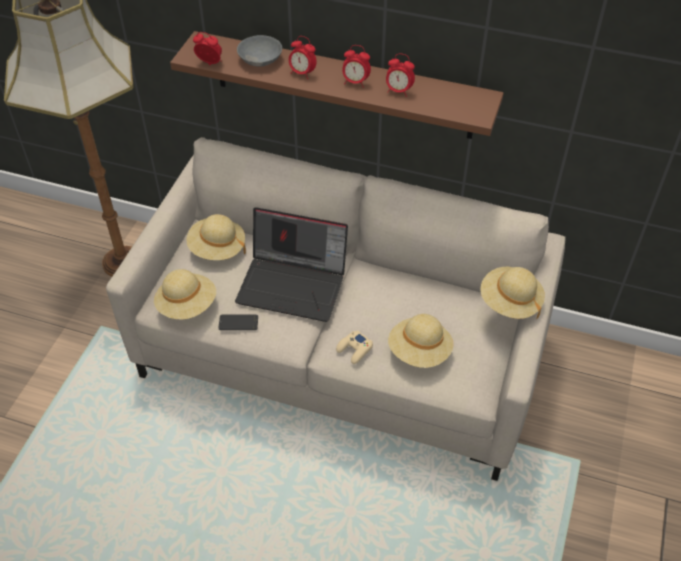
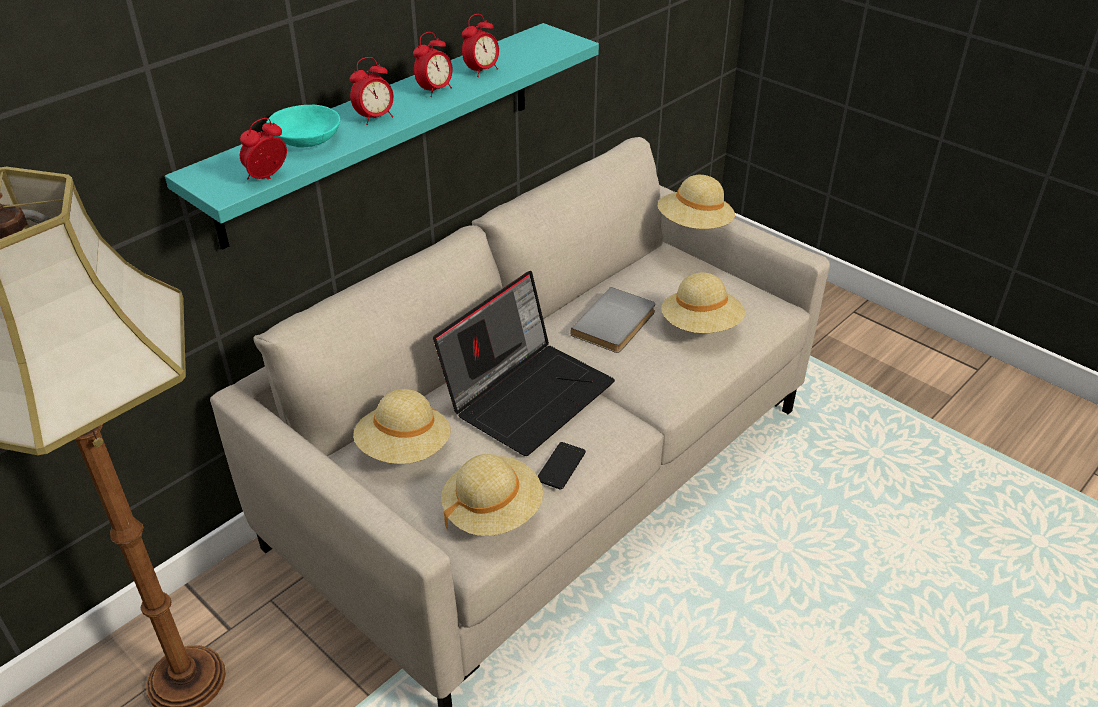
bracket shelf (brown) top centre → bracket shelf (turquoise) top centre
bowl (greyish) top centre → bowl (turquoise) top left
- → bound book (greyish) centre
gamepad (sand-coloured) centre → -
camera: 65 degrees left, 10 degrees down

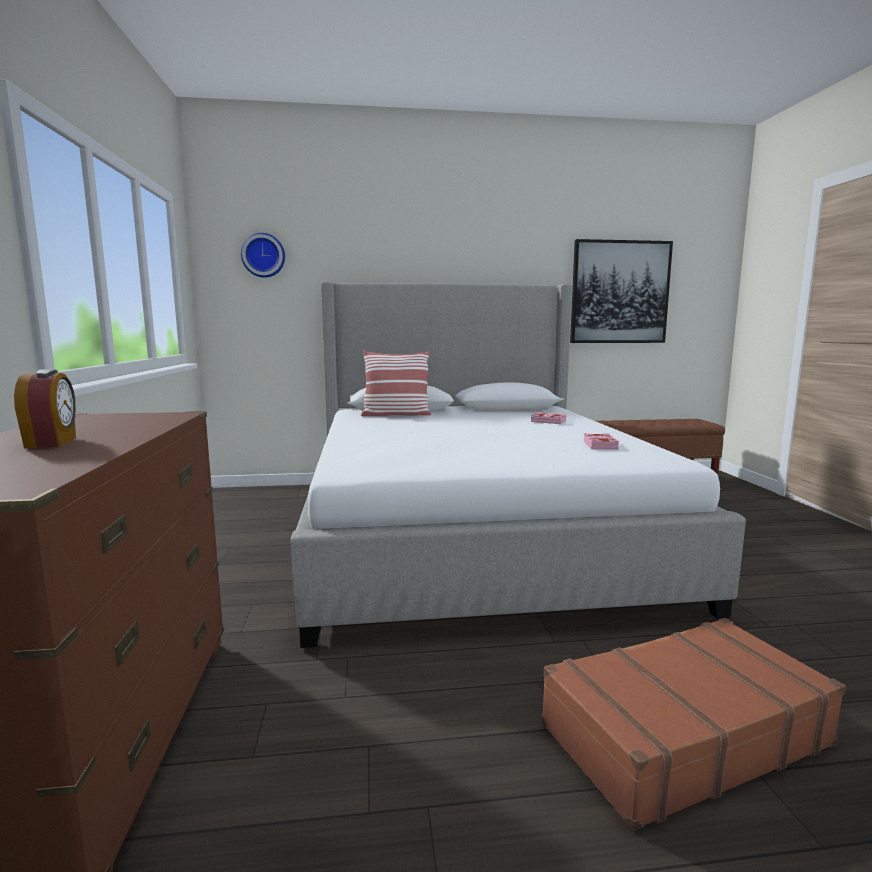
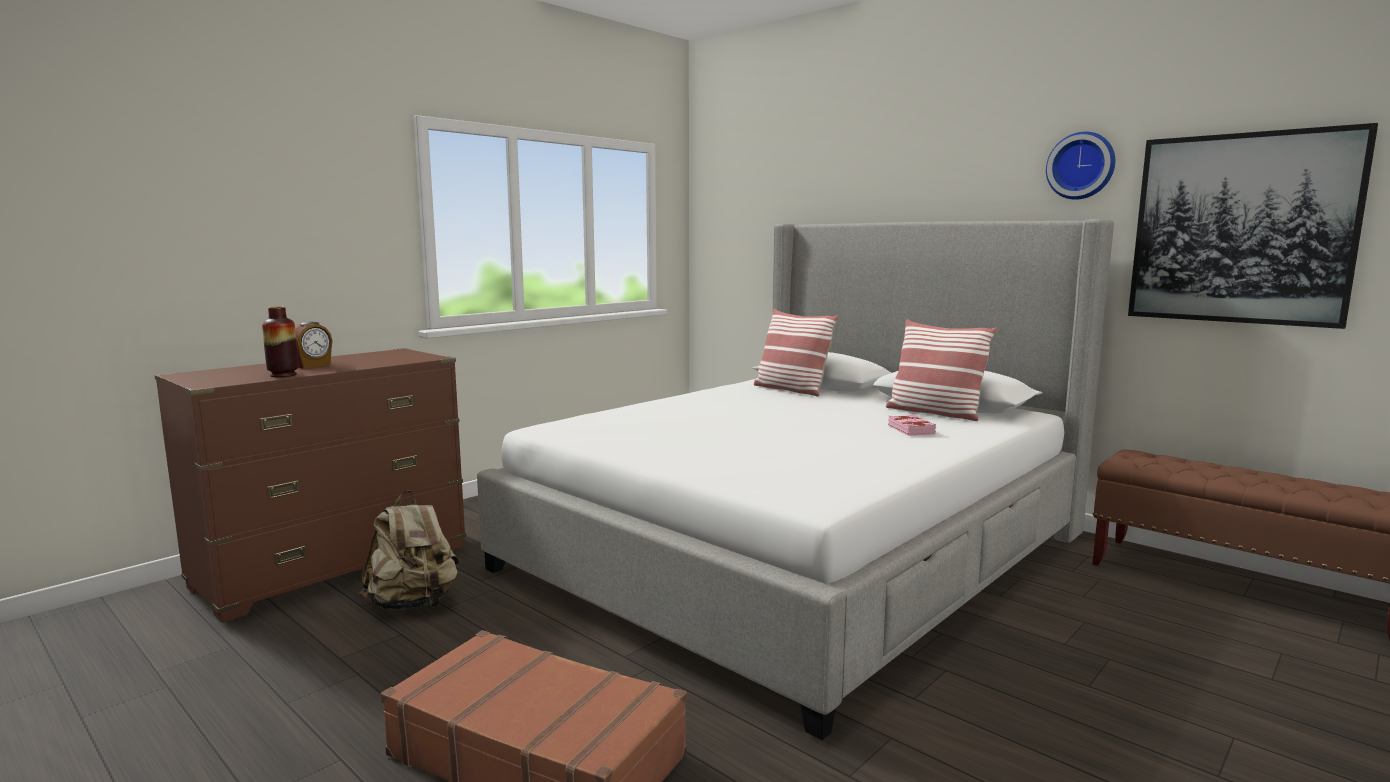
- → vase middle left
- → backpack (sand-coloured) bottom left
- → pillow (no. 2 from left) middle right
wall clock top left → wall clock top right, shifted
bound book (pink) (no. 2 from left) middle right → -
camera: 50 degrees right, 0 degrees up

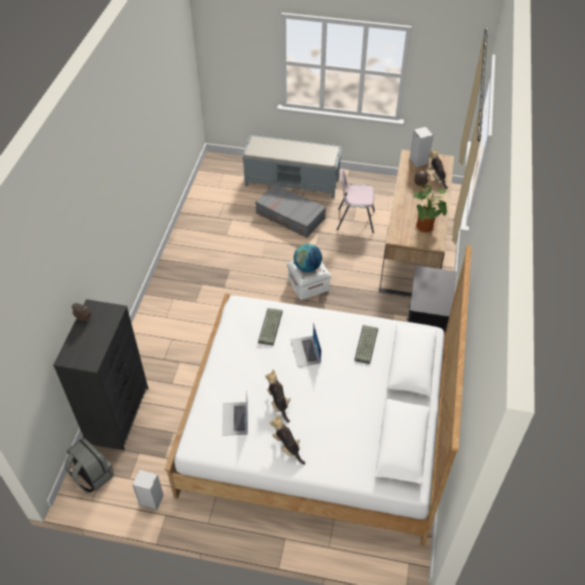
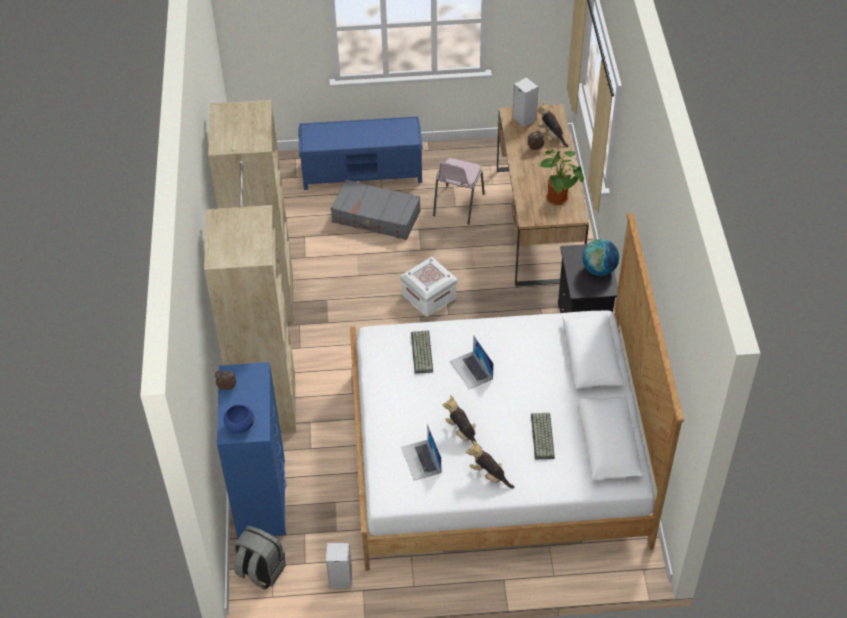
- → armoire (sand-coloured) middle left
drawer chest (black-coloured) middle left → drawer chest (blue-coloured) bottom left
- → bowl (blue-coloured) bottom left
bench (greyish) top centre → bench (blue-coloured) top centre
chair (pink) centre → chair (pink) top centre, 60 degrees counterclockwise
keyboard (no. 2 from left) centre → keyboard (no. 2 from left) bottom centre, shifted
world globe centre → world globe middle right, shifted
camera: 15 degrees left, 0 degrees up

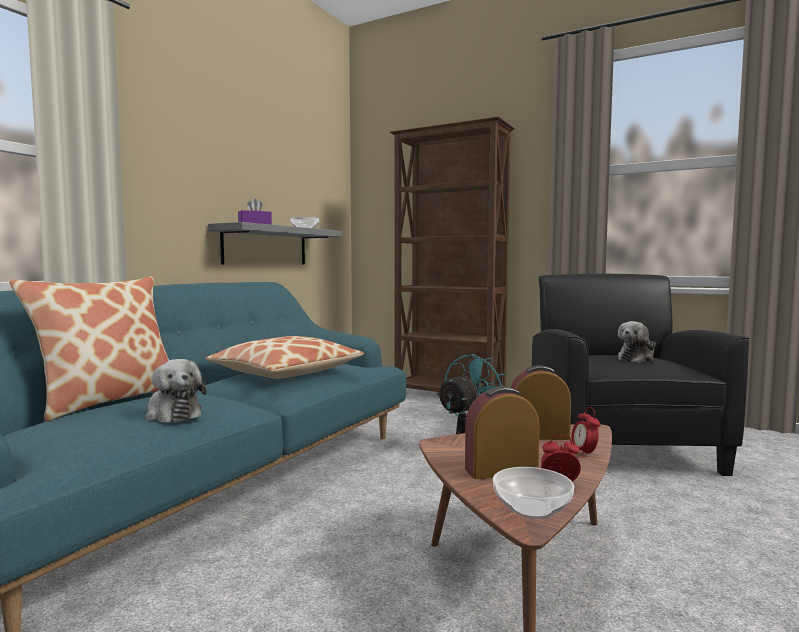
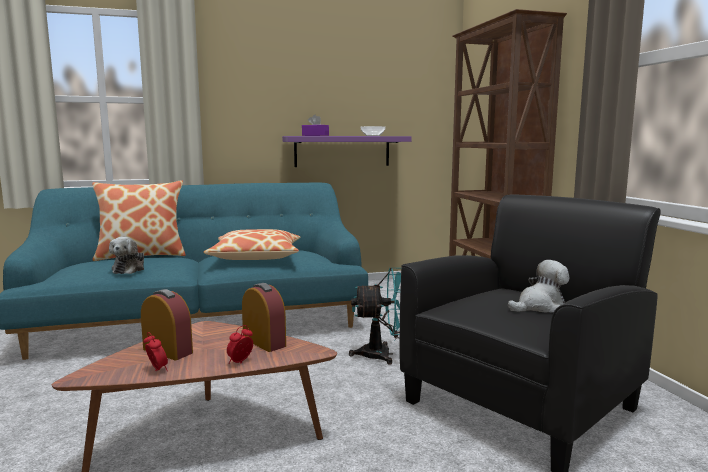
bracket shelf (greyish) centre → bracket shelf (purple-coloured) top centre
soft toy (no. 2 from left) middle right, 150 degrees clockwise
bowl (no. 2 from left) bottom right → -
camera: 45 degrees right, 5 degrees up

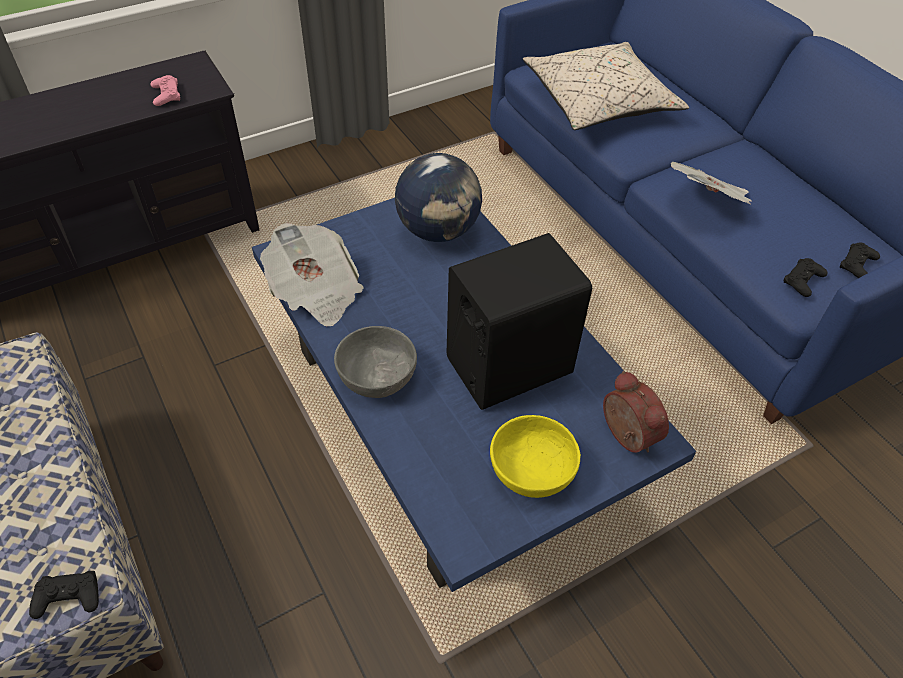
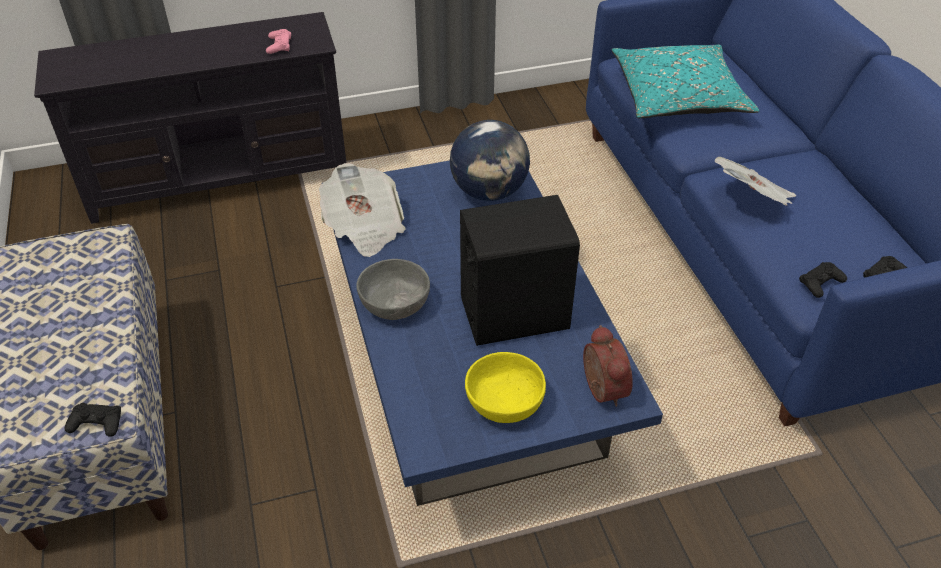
pillow (sand-coloured) top right → pillow (turquoise) top right
camera: 15 degrees right, 5 degrees down

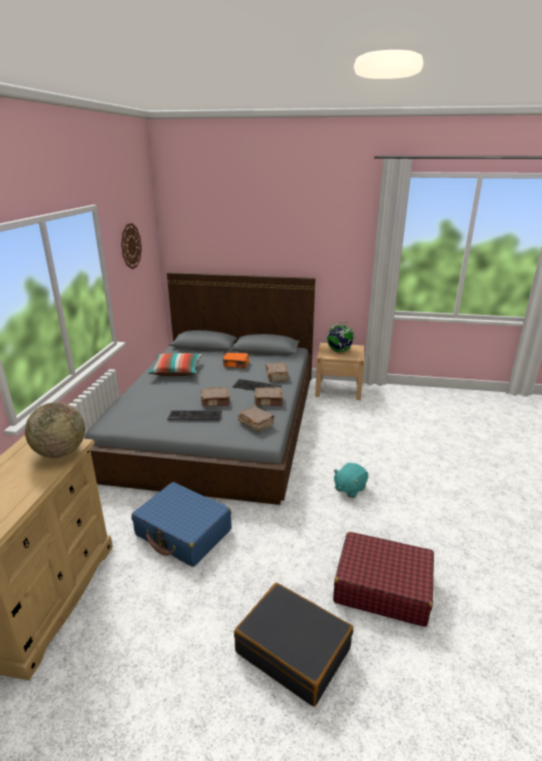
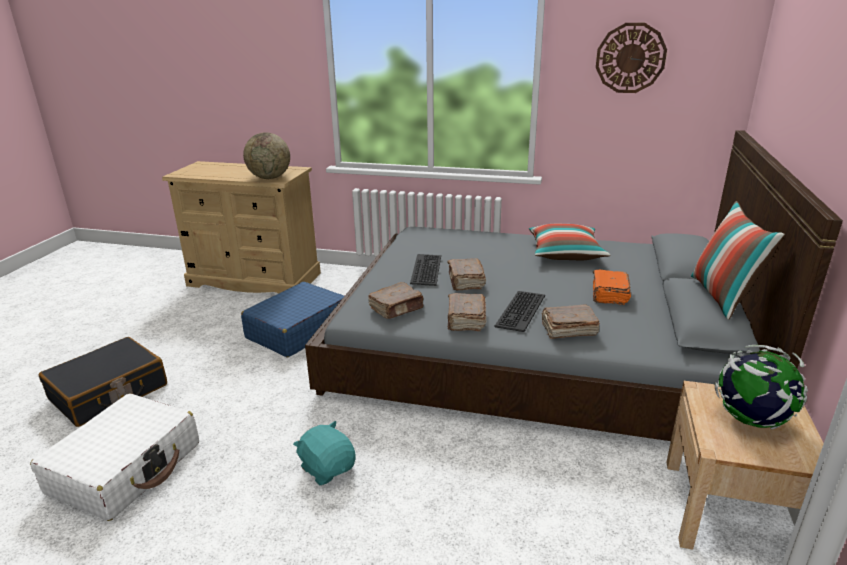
suitcase (reddish) bottom right → suitcase (whitish) bottom left
- → pillow (no. 2 from left) middle right
camera: 95 degrees right, 0 degrees up

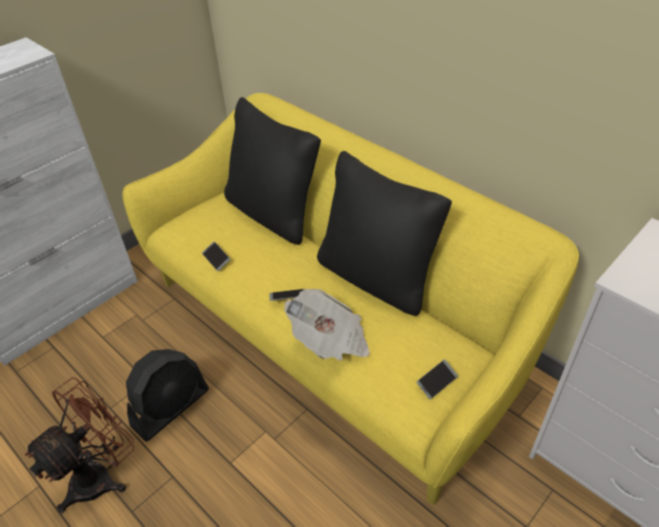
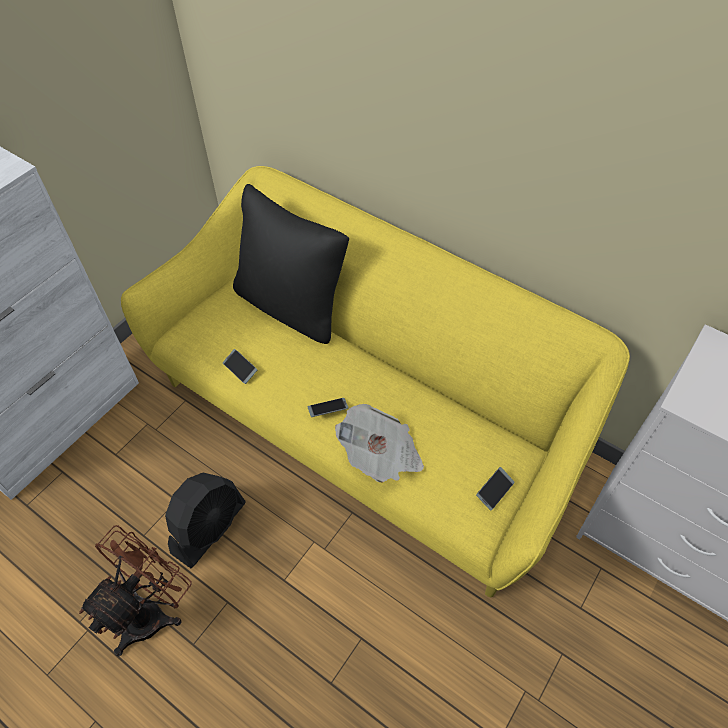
pillow (black-coloured) (no. 2 from left) centre → -
camera: 10 degrees left, 10 degrees up

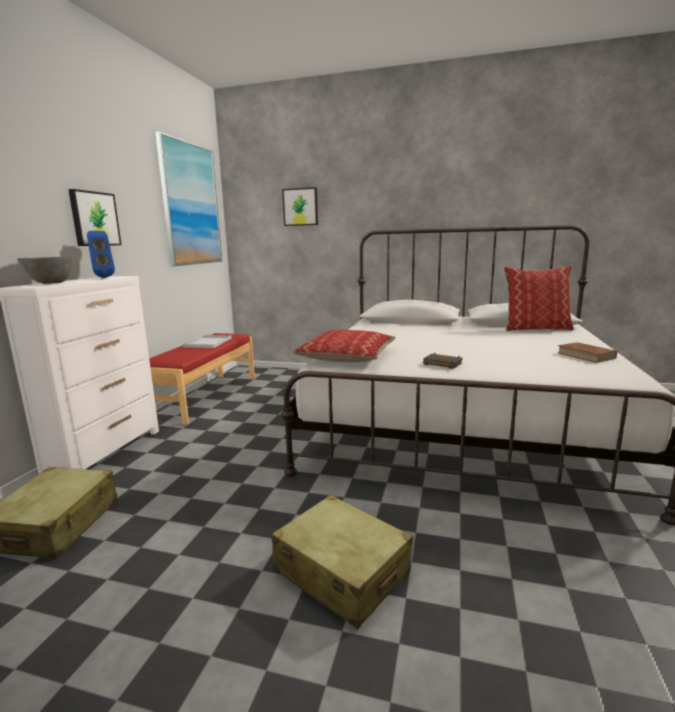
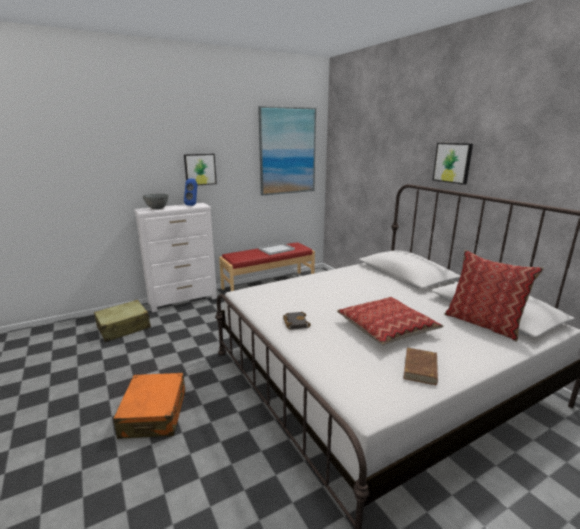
suitcase (sand-coloured) (no. 2 from left) bottom centre → suitcase (orange-coloured) bottom left
pillow (no. 1 from left) centre → pillow (no. 1 from left) middle right, shifted
wall picture (no. 3 from left) top centre → wall picture (no. 3 from left) top right, shifted
camera: 45 degrees right, 5 degrees up

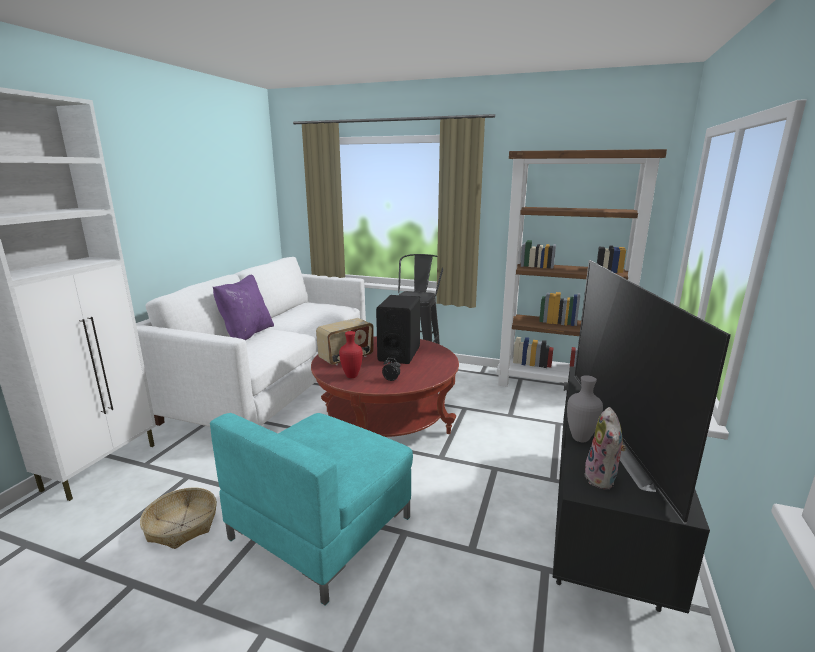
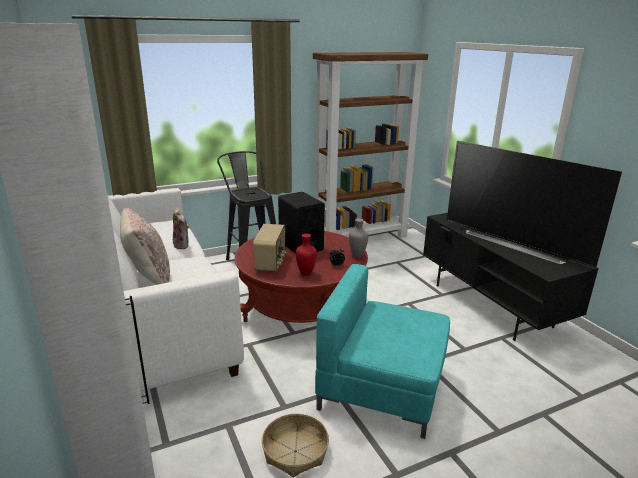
pillow (purple-coloured) middle left → pillow (sand-coloured) middle left
soft toy bottom right → soft toy middle left, shifted
easy chair (turquoise) bottom centre, 120 degrees clockwise
vase (greyish) middle right → vase (greyish) centre, shifted
camera: 45 degrees left, 5 degrees up

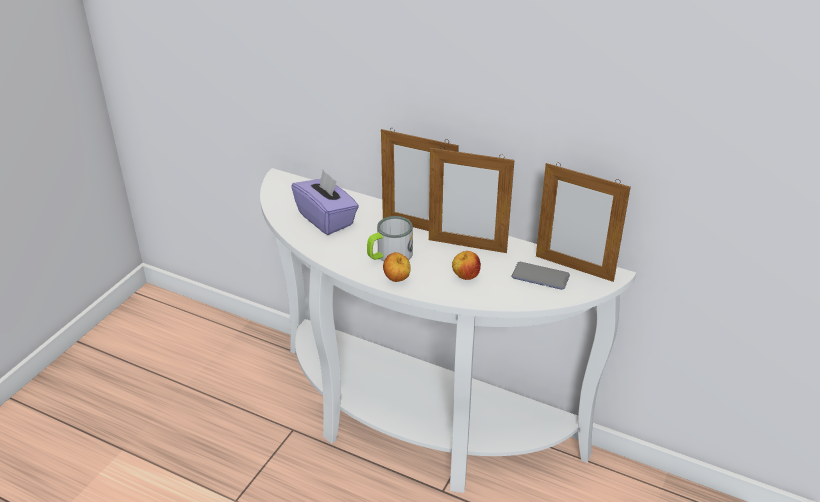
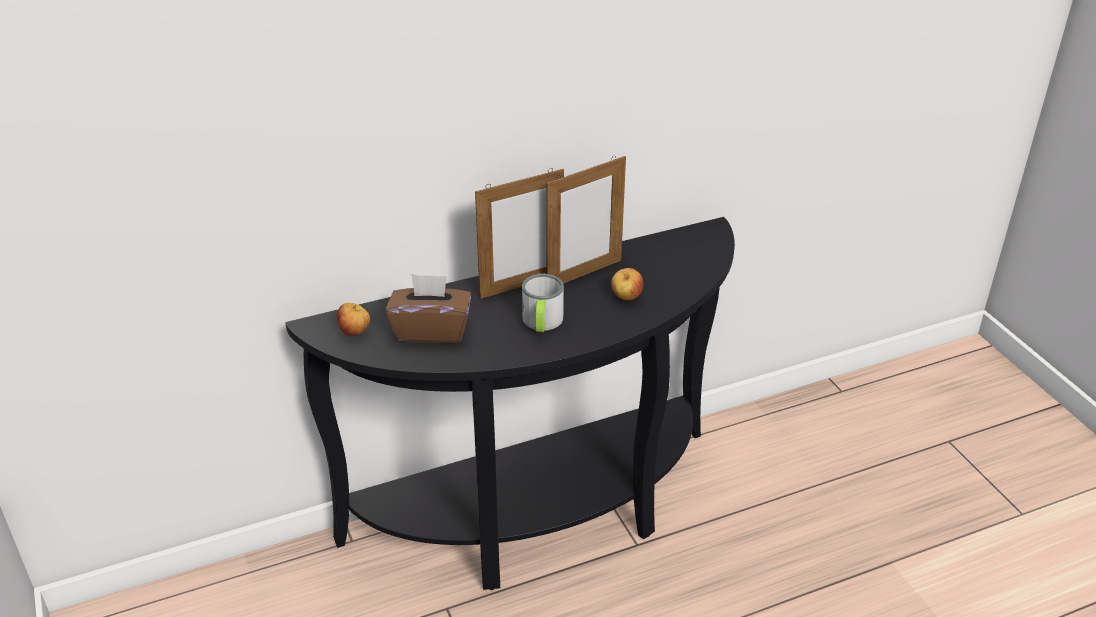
console table (whitish) centre → console table (black-coloured) centre
apple (no. 1 from left) centre → apple (no. 1 from left) middle left, shifted
tissue box (purple-coloured) centre → tissue box (brown) centre
phone centre → -
photo frame (no. 3 from left) middle right → -
camera: 50 degrees left, 0 degrees up

